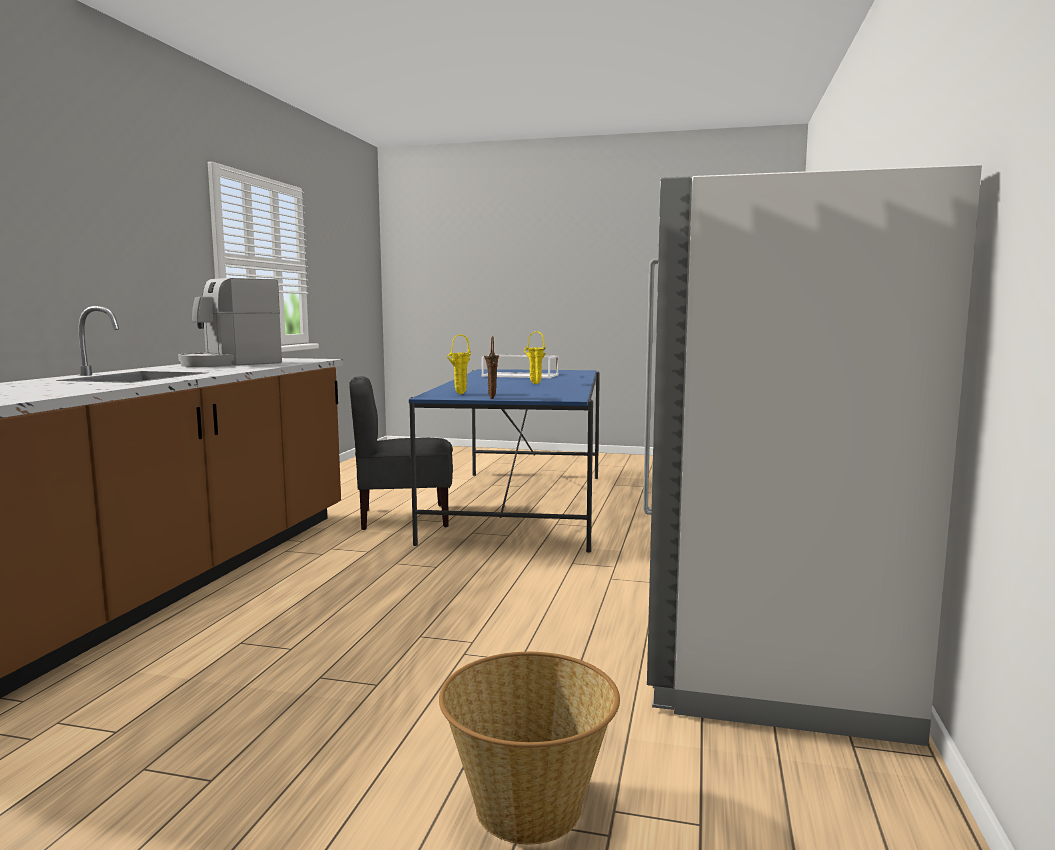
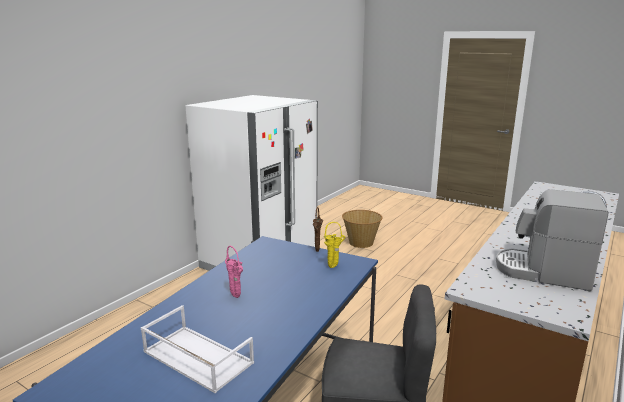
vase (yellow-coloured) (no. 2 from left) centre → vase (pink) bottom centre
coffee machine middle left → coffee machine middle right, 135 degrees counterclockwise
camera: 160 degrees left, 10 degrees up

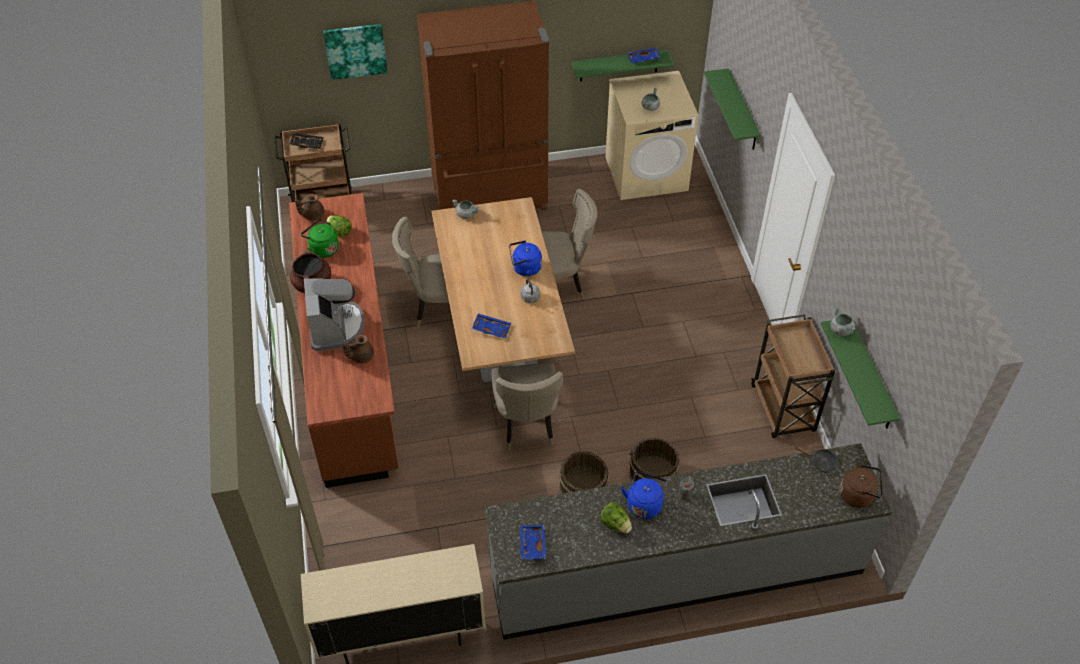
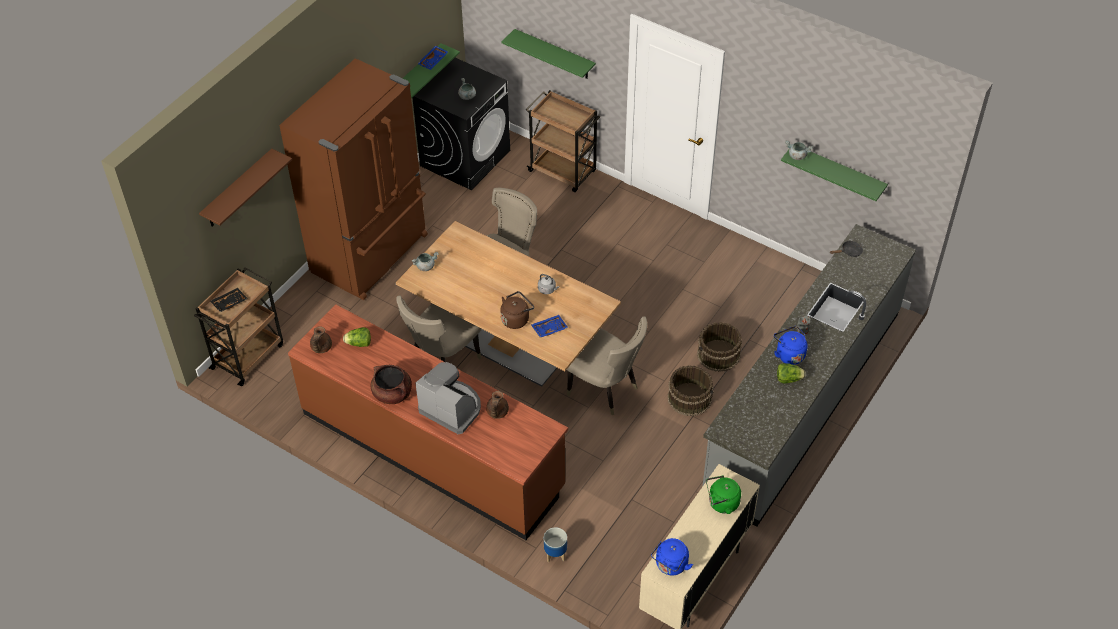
wall picture top left → bracket shelf (brown) top left
laundry appliance (sand-coloured) top centre → laundry appliance (black-coloured) top centre
kettle (brown) bottom right → kettle (brown) centre, shifted
trolley (brown) (no. 2 from left) middle right → trolley (brown) (no. 2 from left) top centre, shifted
- → flower pot bottom centre
kettle (blue-coloured) (no. 1 from left) centre → kettle (blue-coloured) (no. 1 from left) bottom centre, shifted
kettle (green) middle left → kettle (green) bottom centre, shifted
tray (blue-coloured) (no. 2 from left) bottom centre → -
camera: 45 degrees left, 0 degrees up

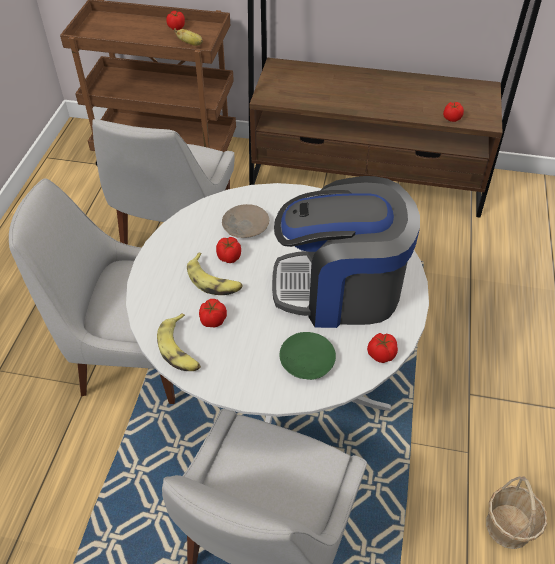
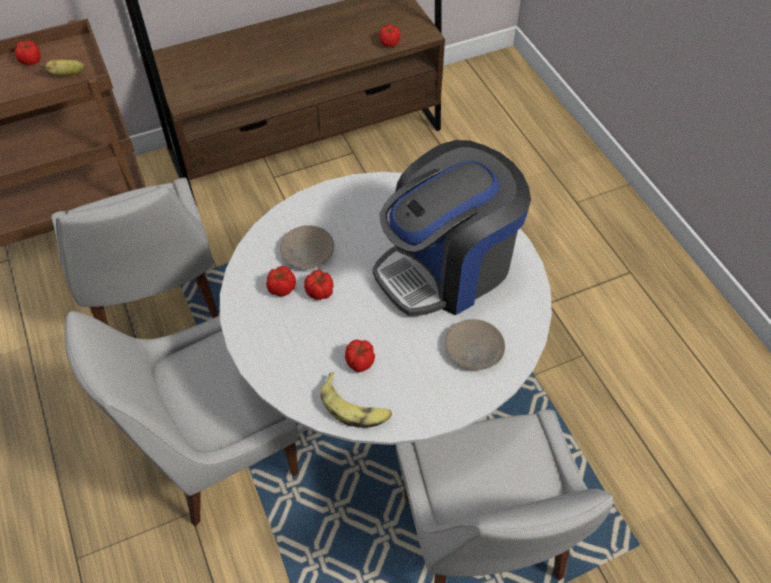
tomato (no. 4 from left in the first image) middle right → tomato (no. 2 from left) centre, shifted
dinner plate (green) centre → dinner plate (sand-coloured) (no. 2 from left) centre
banana fruit (no. 3 from left) centre → -
household basket bottom right → -
camera: 35 degrees left, 5 degrees up

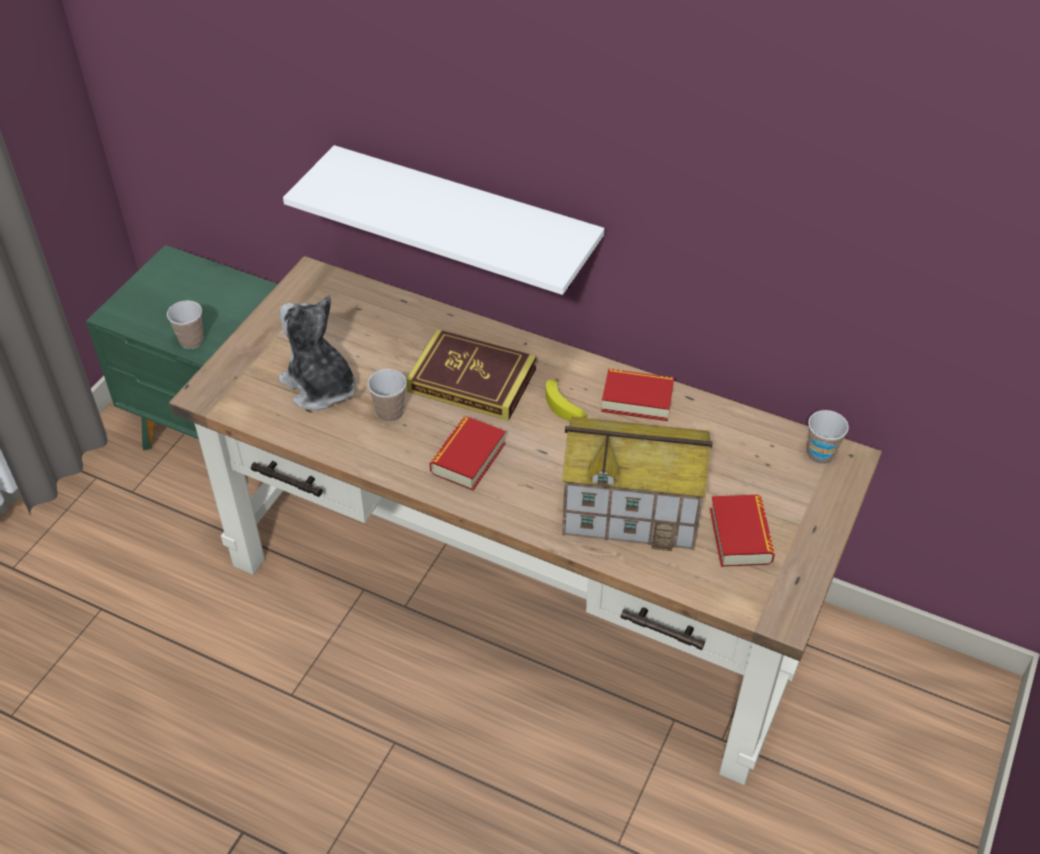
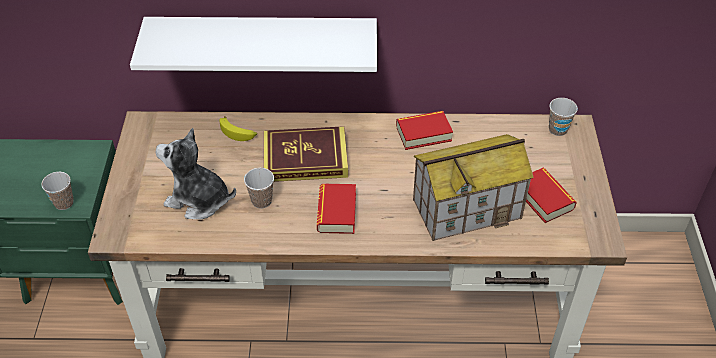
banana fruit centre → banana fruit middle left, shifted
camera: 25 degrees left, 0 degrees up

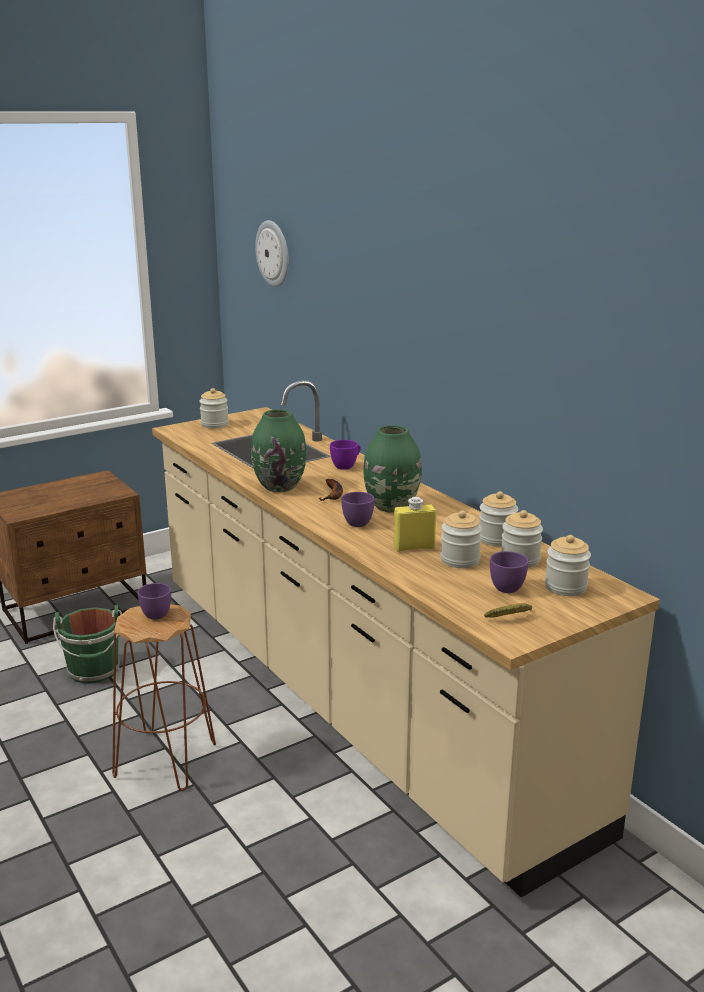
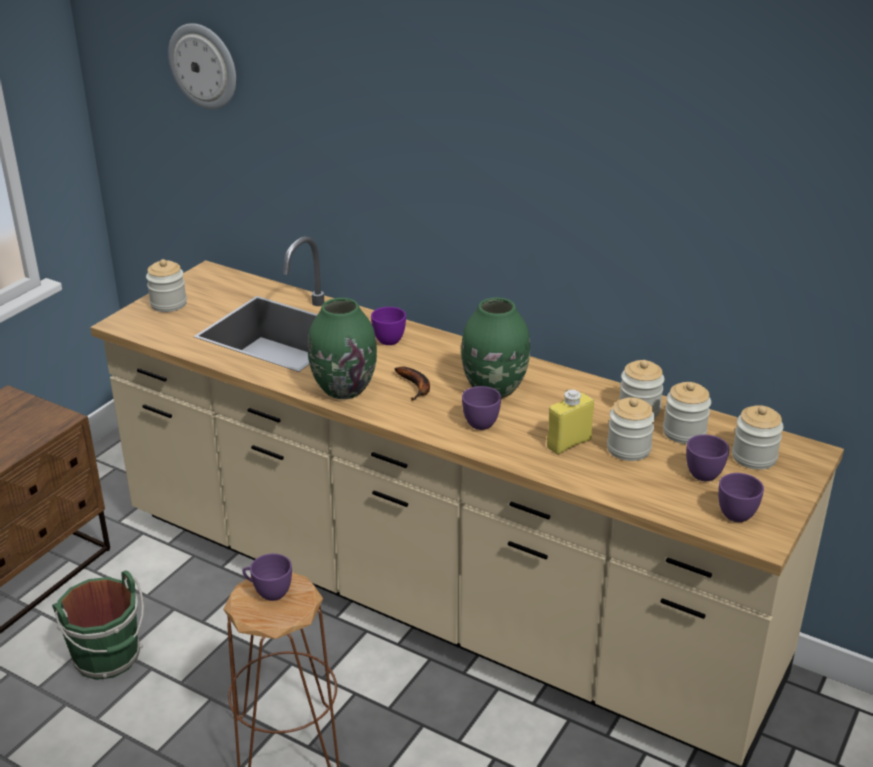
banana fruit (no. 2 from left) middle right → drinking cup (purple-coloured) (no. 5 from left) middle right
camera: 25 degrees left, 10 degrees up

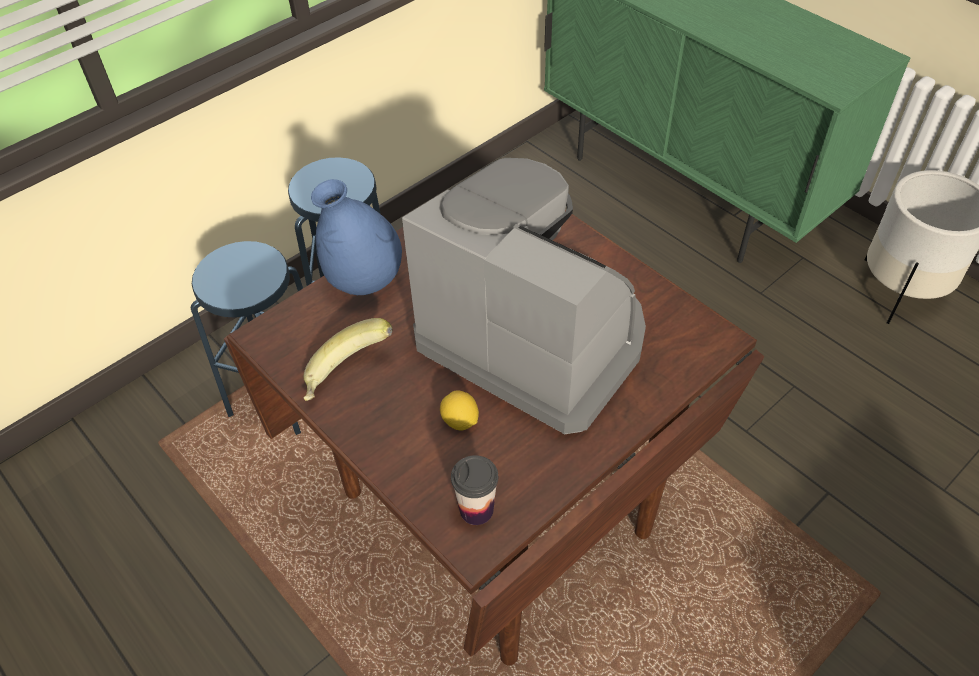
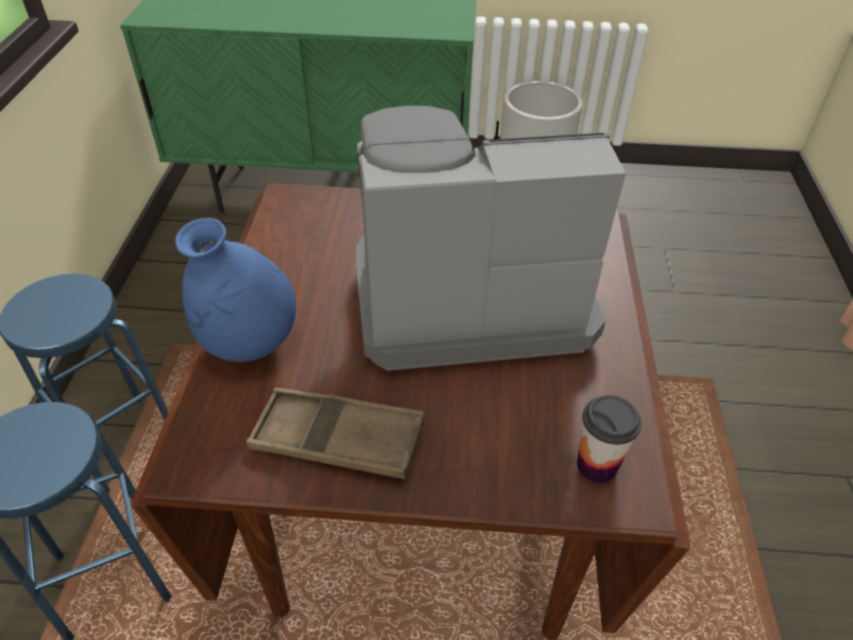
banana fruit centre → tray (brown) bottom centre
lemon centre → -
camera: 45 degrees left, 5 degrees down

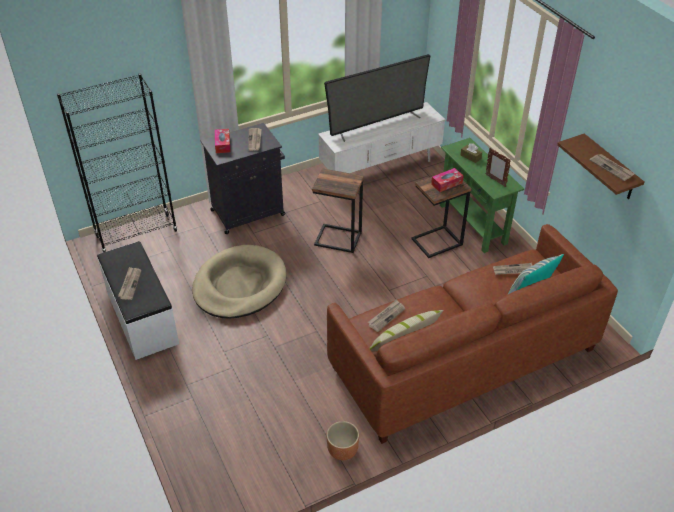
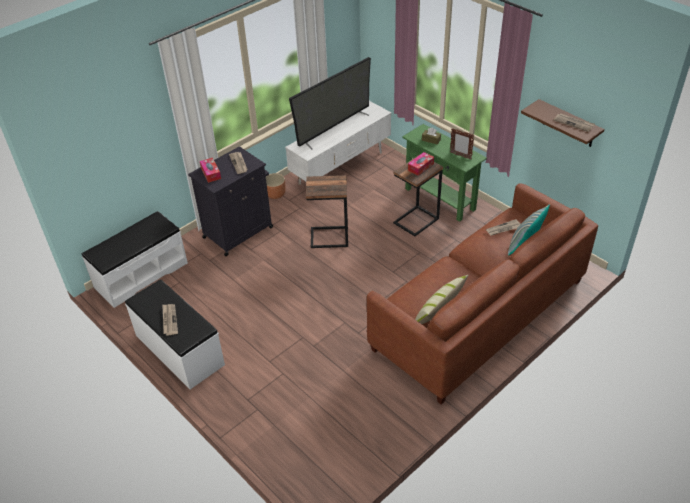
bookcase (black-coloured) top left → bench (whitish) (no. 1 from left) middle left
flower pot (brown) bottom centre → flower pot (brown) centre, shifted
dog cushion (sand-coloured) centre → -
newspaper (no. 3 from left) centre → -
camera: 15 degrees left, 0 degrees up

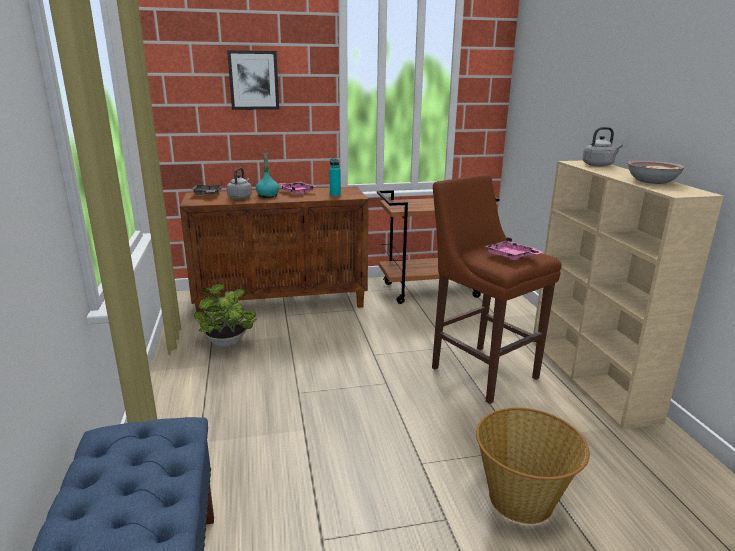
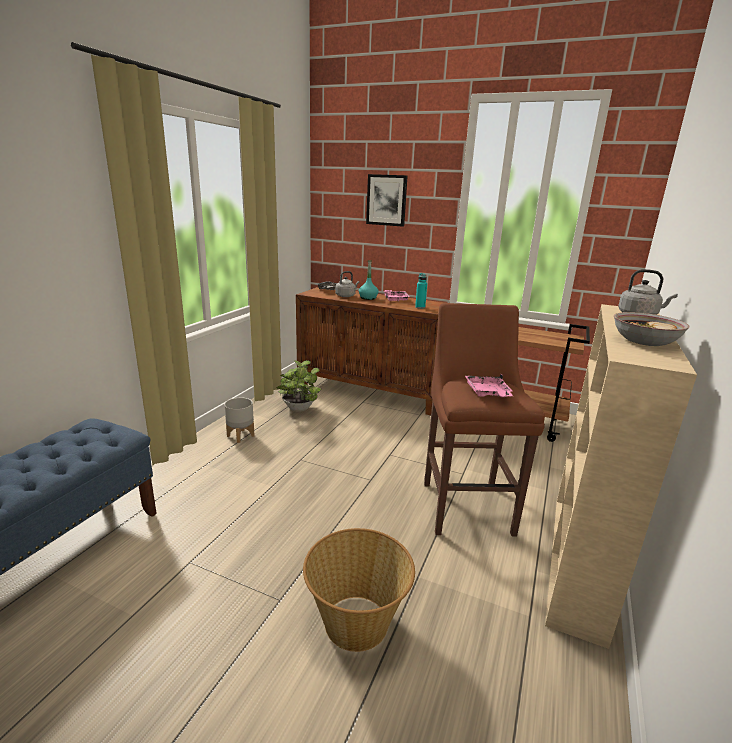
- → flower pot (greyish) middle left
camera: 35 degrees right, 0 degrees up

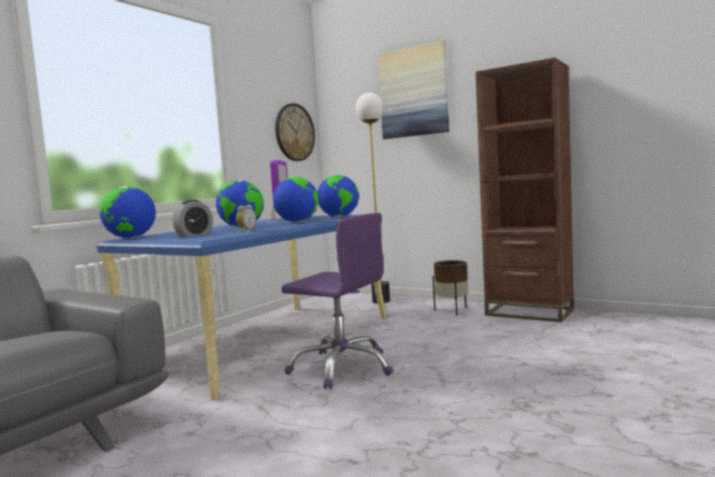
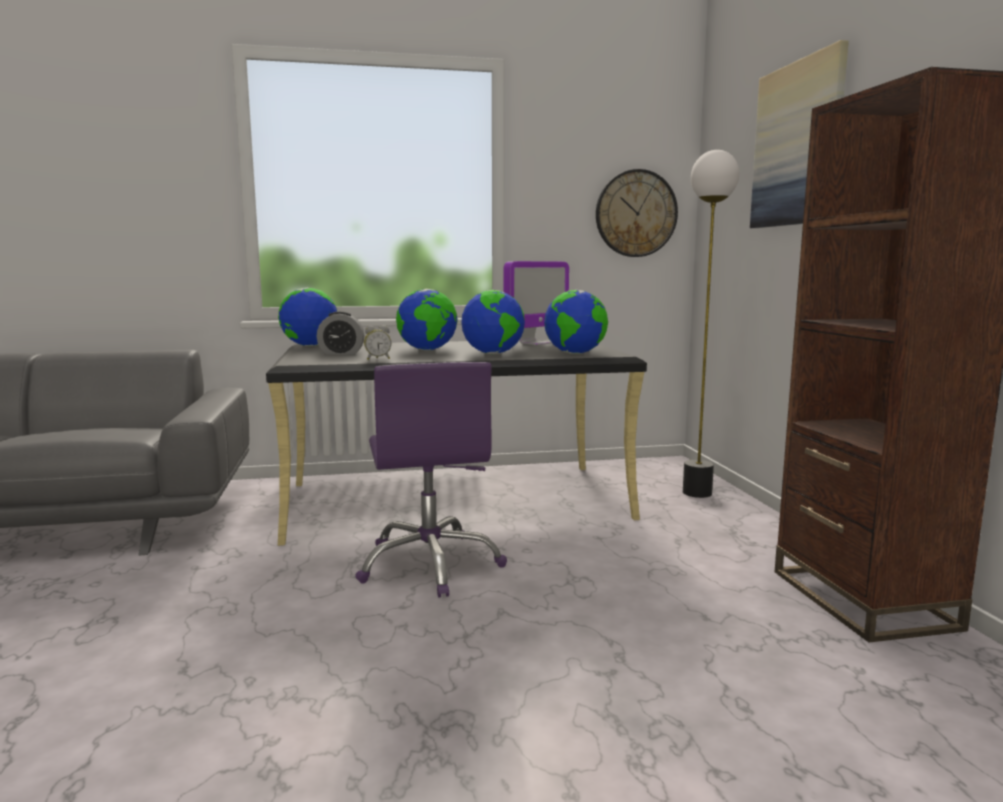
desk table (blue-coloured) centre → desk table (black-coloured) centre
flower pot (brown) centre → -
camera: 45 degrees right, 5 degrees up

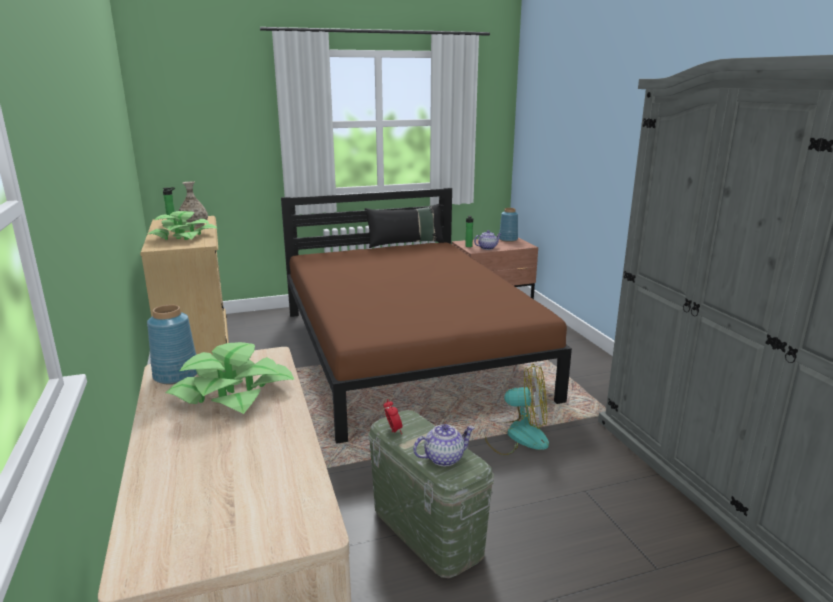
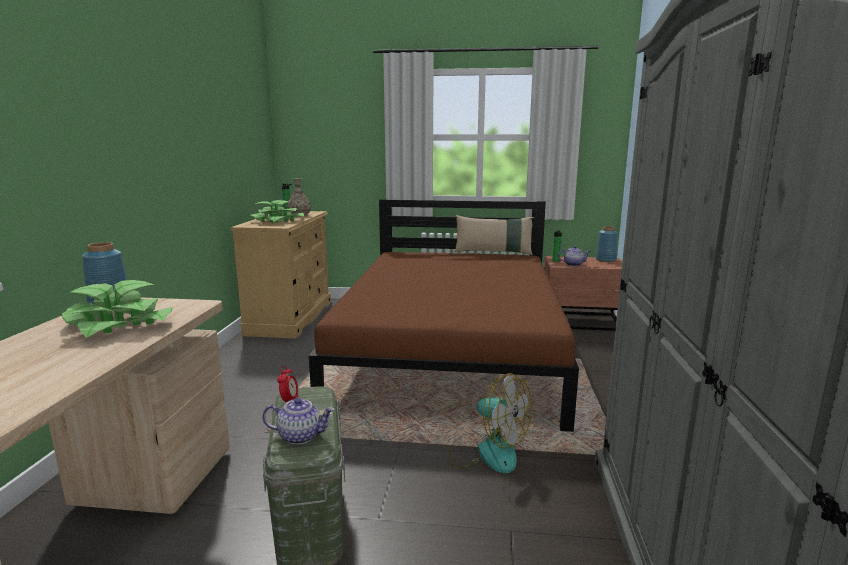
pillow (black-coloured) centre → pillow (sand-coloured) centre
camera: 25 degrees right, 5 degrees down

